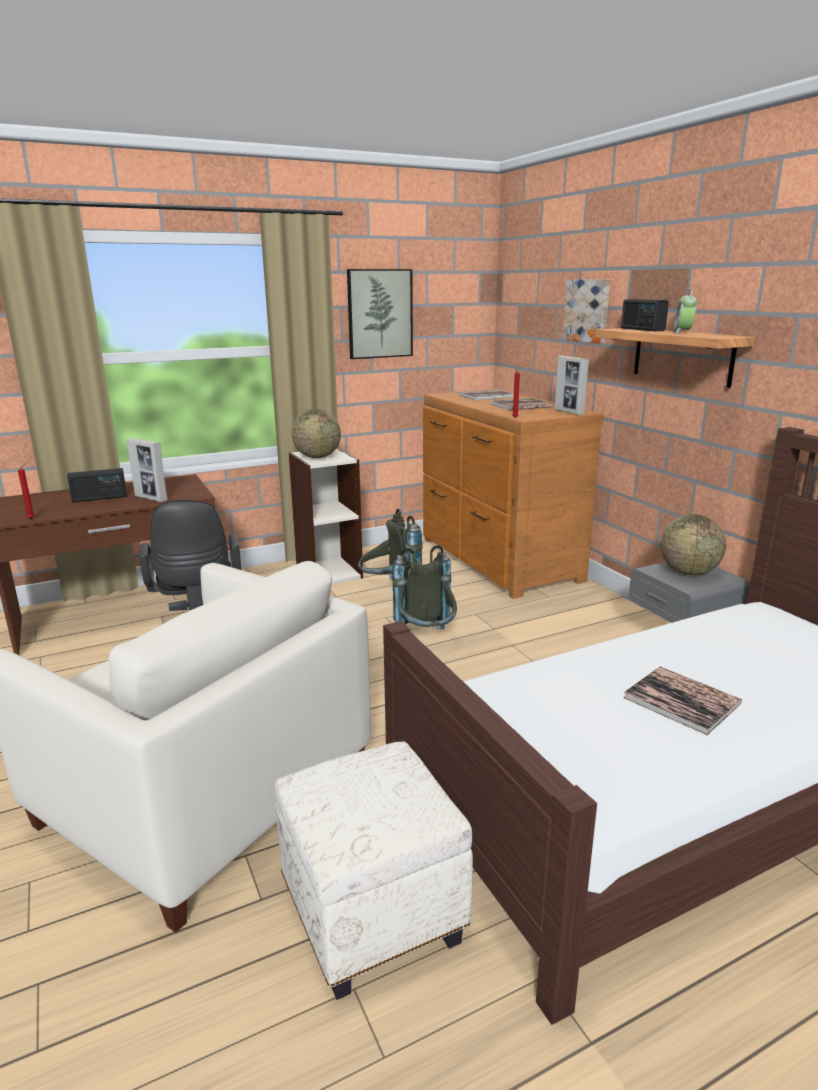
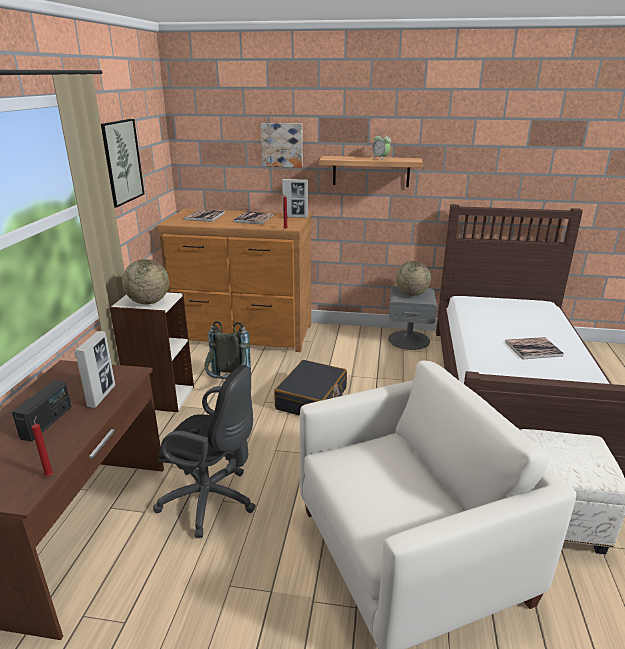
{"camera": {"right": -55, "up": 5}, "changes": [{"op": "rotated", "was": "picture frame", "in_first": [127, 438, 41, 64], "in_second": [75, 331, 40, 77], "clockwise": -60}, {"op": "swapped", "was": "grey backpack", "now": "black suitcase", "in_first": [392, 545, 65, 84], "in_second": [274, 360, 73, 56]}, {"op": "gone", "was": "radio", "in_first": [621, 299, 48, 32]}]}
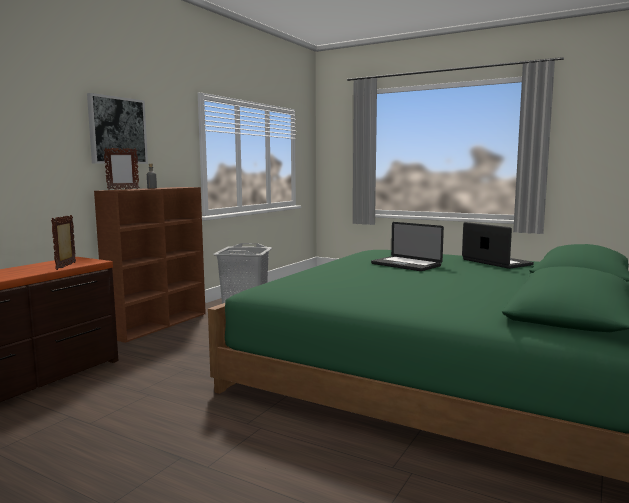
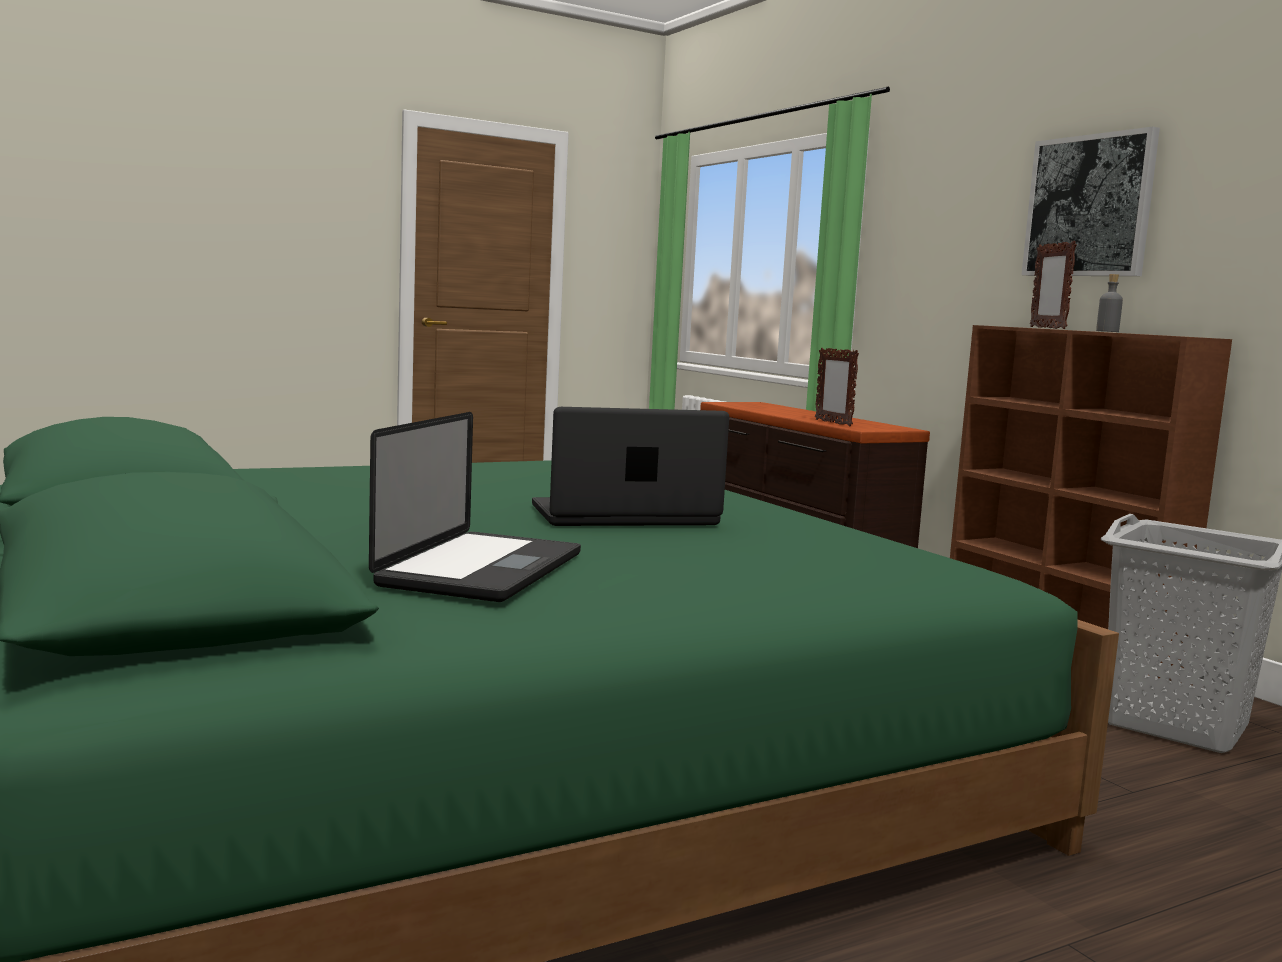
{"camera": {"right": 120, "up": 0}, "changes": [{"op": "rotated", "was": "laptop", "in_first": [462, 222, 72, 47], "in_second": [369, 412, 212, 190], "clockwise": -75}, {"op": "rotated", "was": "picture frame", "in_first": [51, 215, 25, 55], "in_second": [815, 348, 44, 78], "clockwise": -150}]}
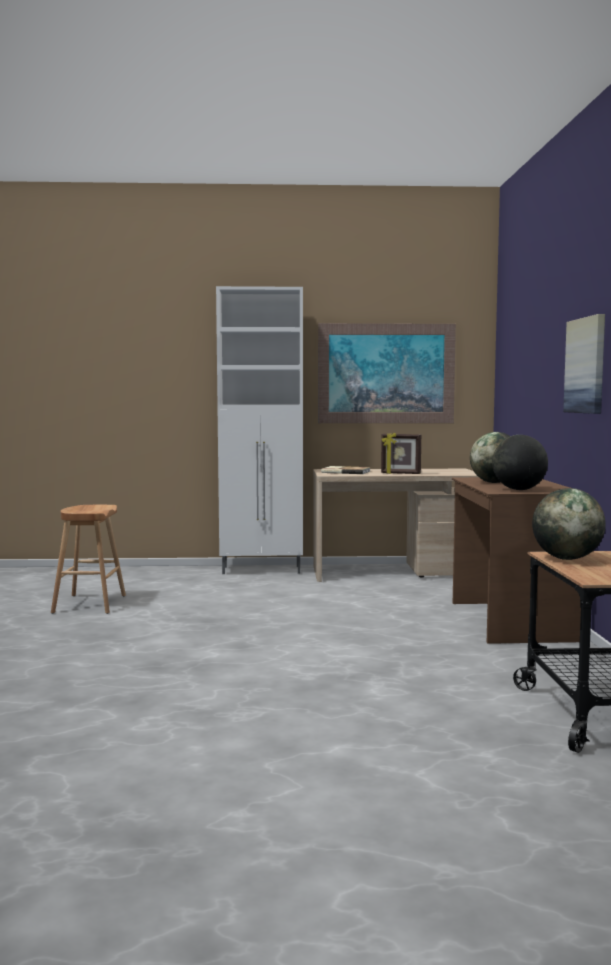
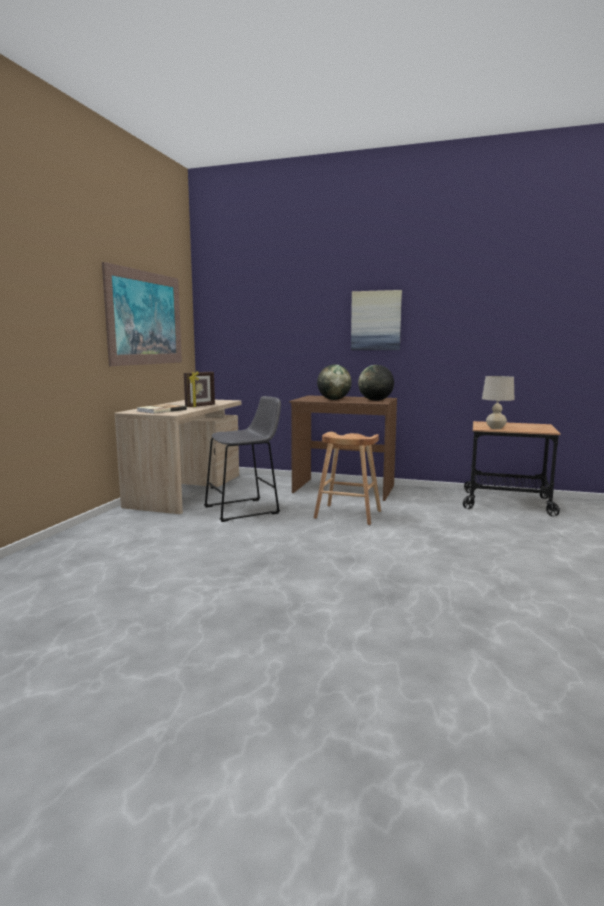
{"camera": {"right": -70, "up": 5}, "changes": [{"op": "new", "now": "grey stool", "in_second": [204, 396, 77, 126]}, {"op": "shifted", "was": "brown stool", "in_first": [51, 505, 75, 109], "in_second": [314, 432, 67, 93]}, {"op": "swapped", "was": "globe", "now": "beige table lamp", "in_first": [532, 488, 74, 72], "in_second": [482, 376, 32, 53]}, {"op": "gone", "was": "white cabinet", "in_first": [216, 286, 87, 288]}]}
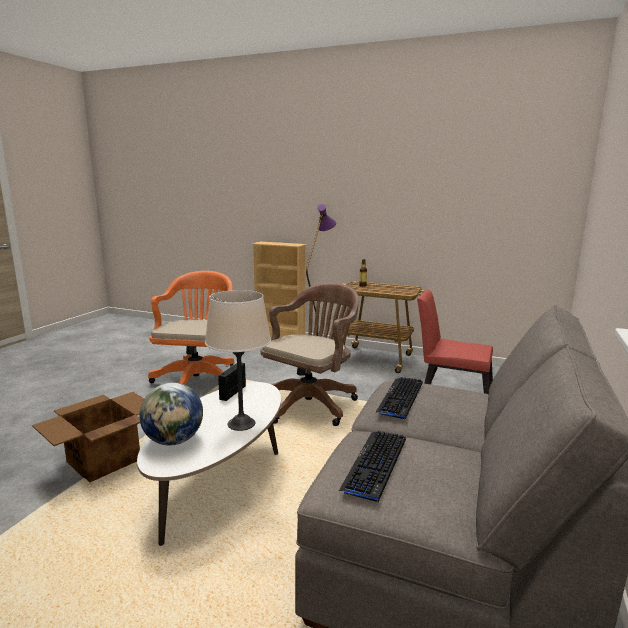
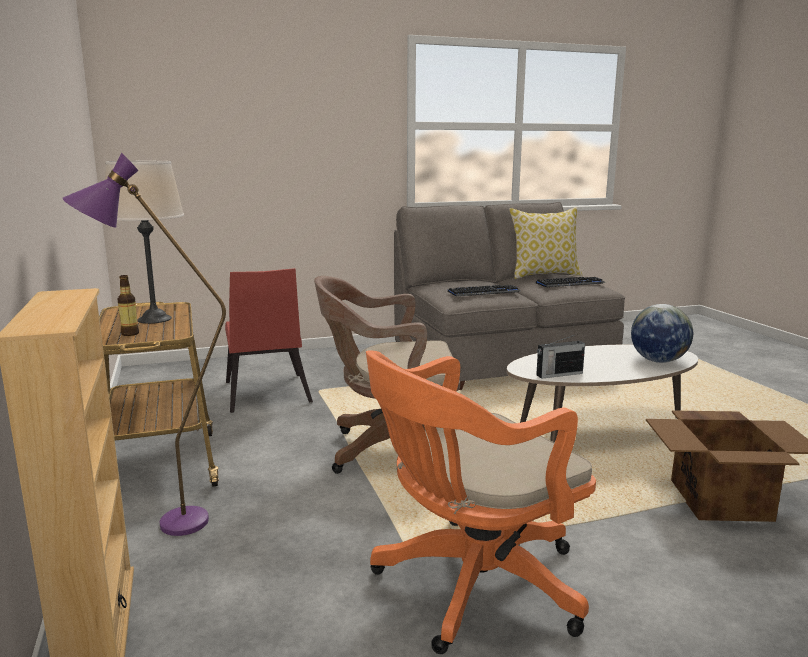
{"camera": {"right": -130, "up": 0}, "changes": [{"op": "shifted", "was": "beige table lamp", "in_first": [205, 290, 66, 141], "in_second": [105, 161, 79, 163]}, {"op": "new", "now": "pillow", "in_second": [509, 207, 74, 72]}]}
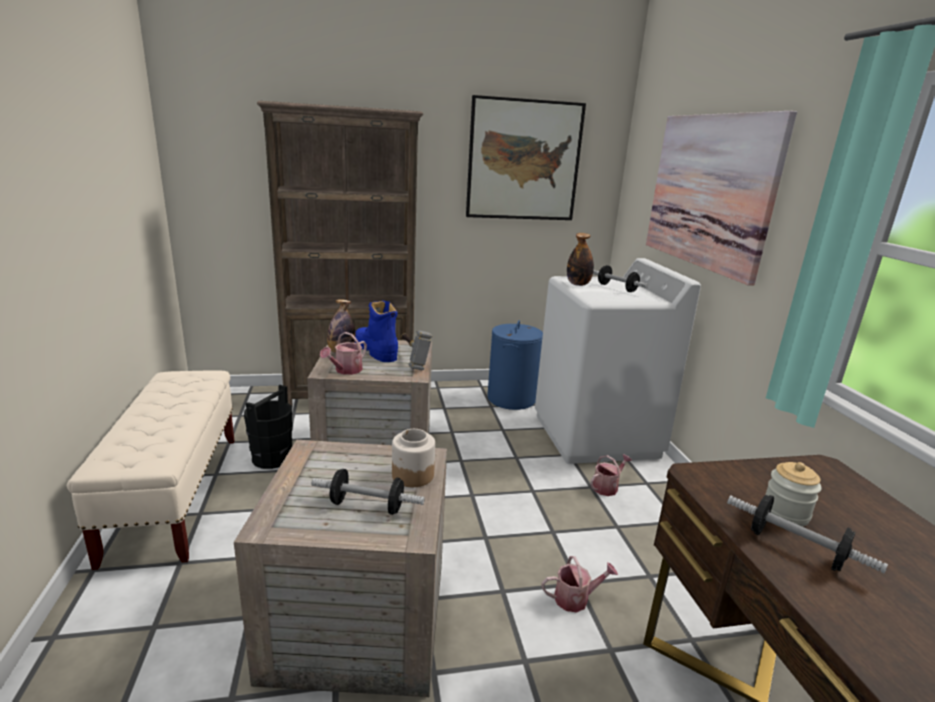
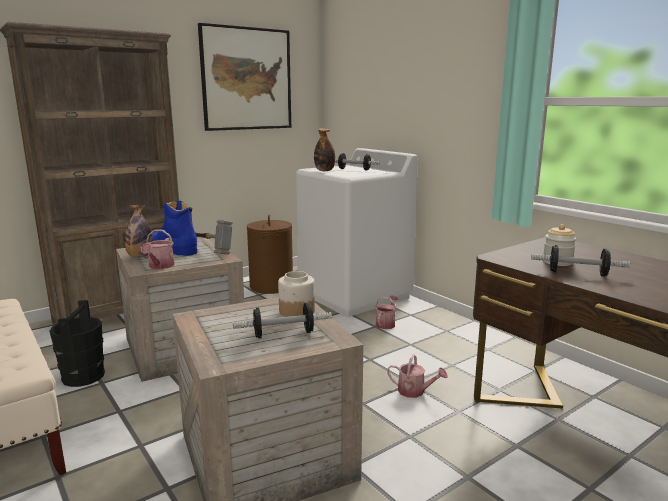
{"camera": {"right": -25, "up": -5}, "changes": [{"op": "repainted", "was": "blue laundry basket", "now": "brown laundry basket", "in_first": [487, 320, 56, 90], "in_second": [247, 215, 46, 79]}, {"op": "rotated", "was": "watering can", "in_first": [542, 556, 76, 57], "in_second": [387, 355, 61, 43], "clockwise": 60}, {"op": "gone", "was": "picture", "in_first": [646, 111, 151, 174]}]}
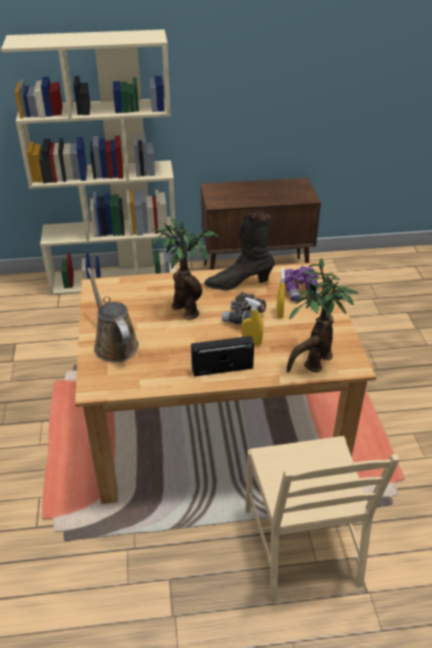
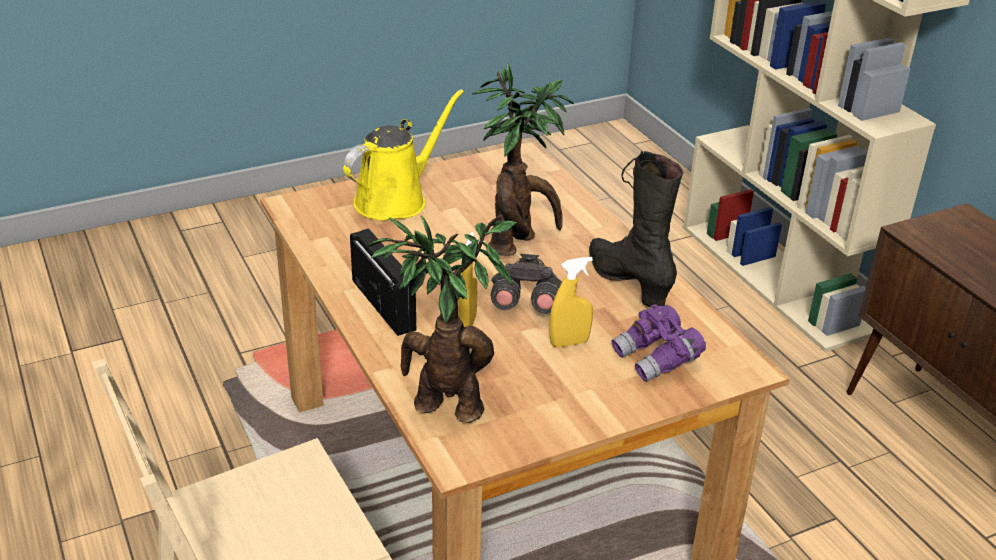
{"camera": {"right": 70, "up": -5}, "changes": [{"op": "repainted", "was": "brown watering can", "now": "yellow watering can", "in_first": [87, 268, 52, 94], "in_second": [343, 89, 121, 132]}]}
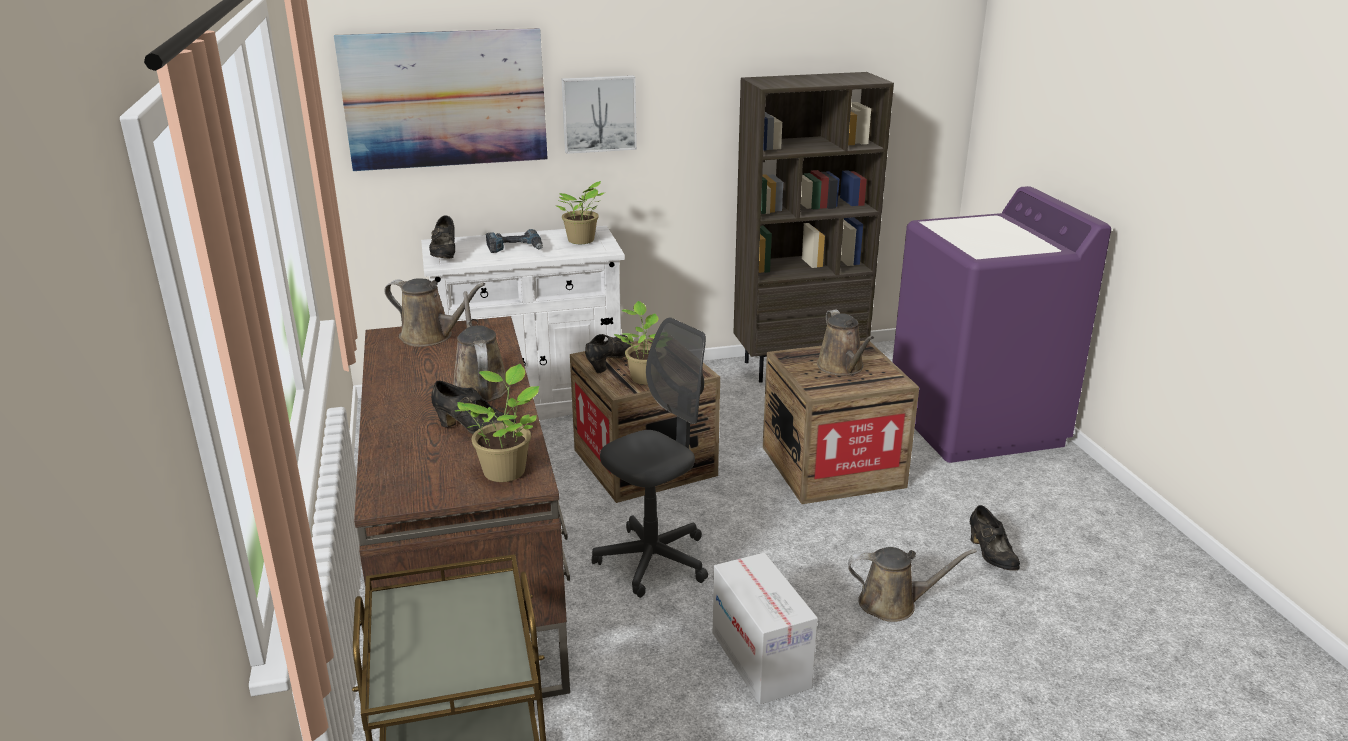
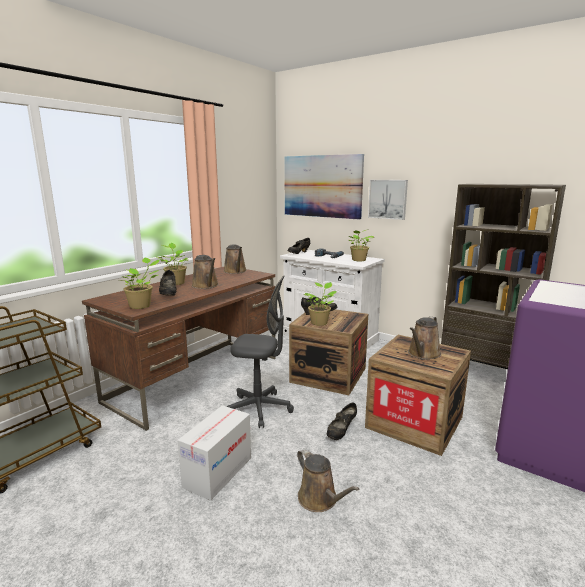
{"camera": {"right": 50, "up": -10}, "changes": [{"op": "new", "now": "potted plant", "in_second": [157, 243, 31, 42]}, {"op": "rotated", "was": "brown watering can", "in_first": [453, 291, 57, 111], "in_second": [192, 255, 27, 34], "clockwise": 120}, {"op": "shifted", "was": "black shoe", "in_first": [970, 505, 50, 66], "in_second": [327, 403, 30, 37]}]}
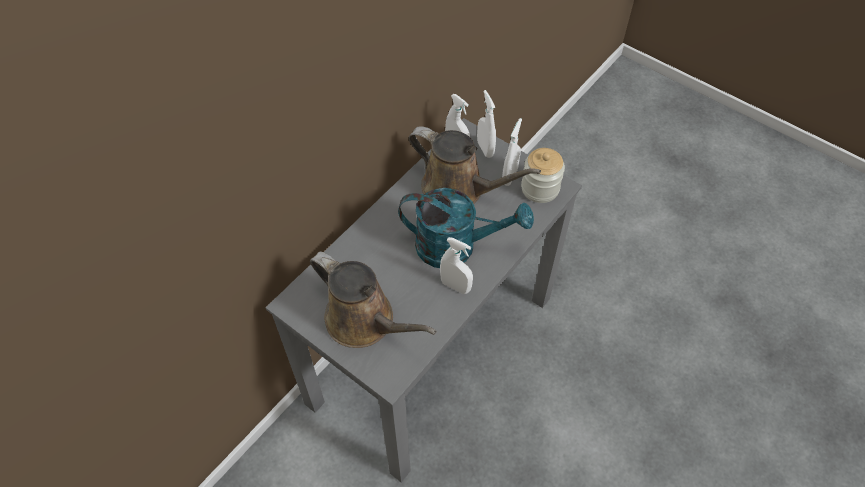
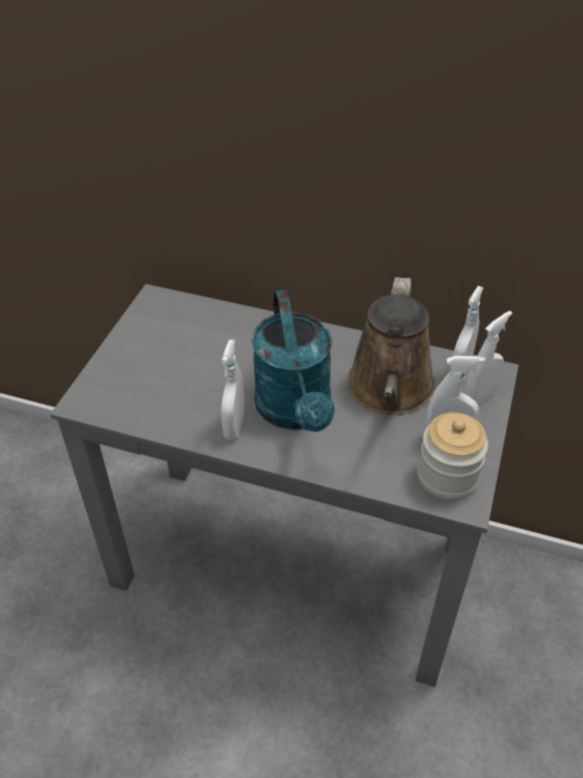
{"camera": {"right": 70, "up": -10}, "changes": [{"op": "gone", "was": "brown watering can", "in_first": [310, 252, 127, 96]}]}
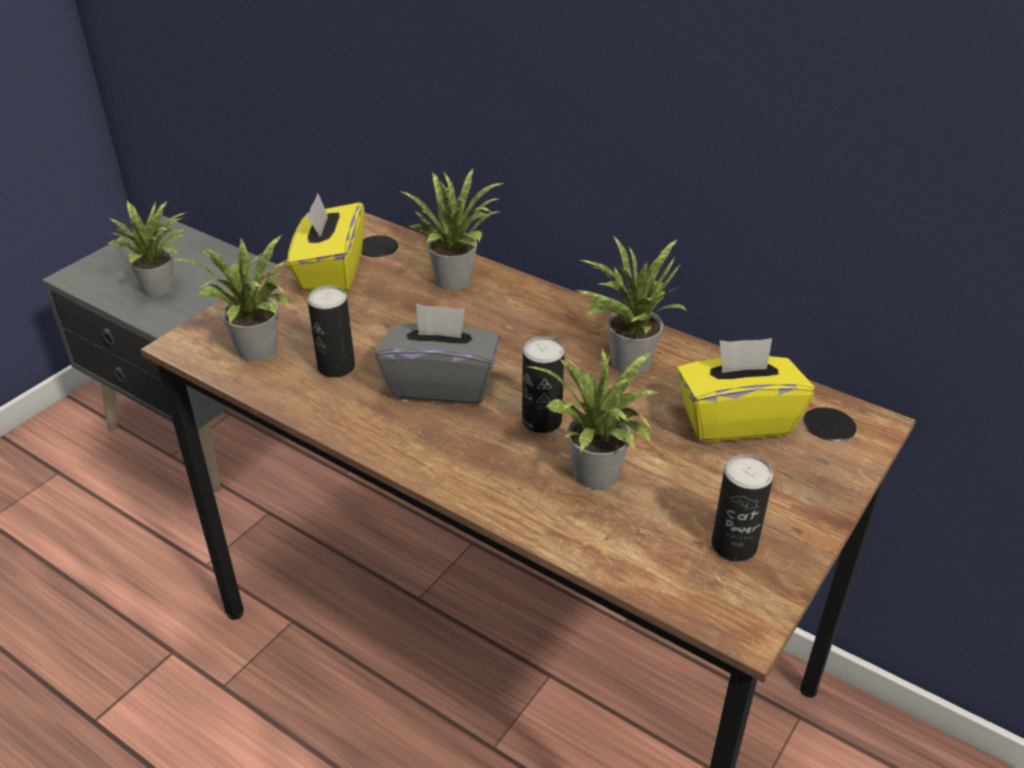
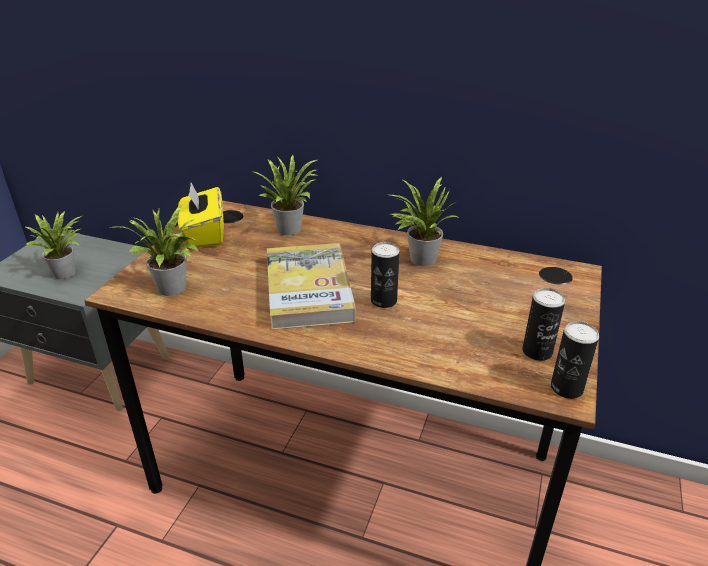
{"camera": {"right": -15, "up": -5}, "changes": [{"op": "swapped", "was": "grey tissue box", "now": "book", "in_first": [375, 303, 125, 101], "in_second": [267, 243, 89, 87]}, {"op": "shifted", "was": "can", "in_first": [307, 285, 48, 92], "in_second": [551, 321, 48, 78]}, {"op": "gone", "was": "potted plant", "in_first": [525, 347, 135, 142]}, {"op": "gone", "was": "yellow tissue box", "in_first": [676, 338, 139, 103]}]}
